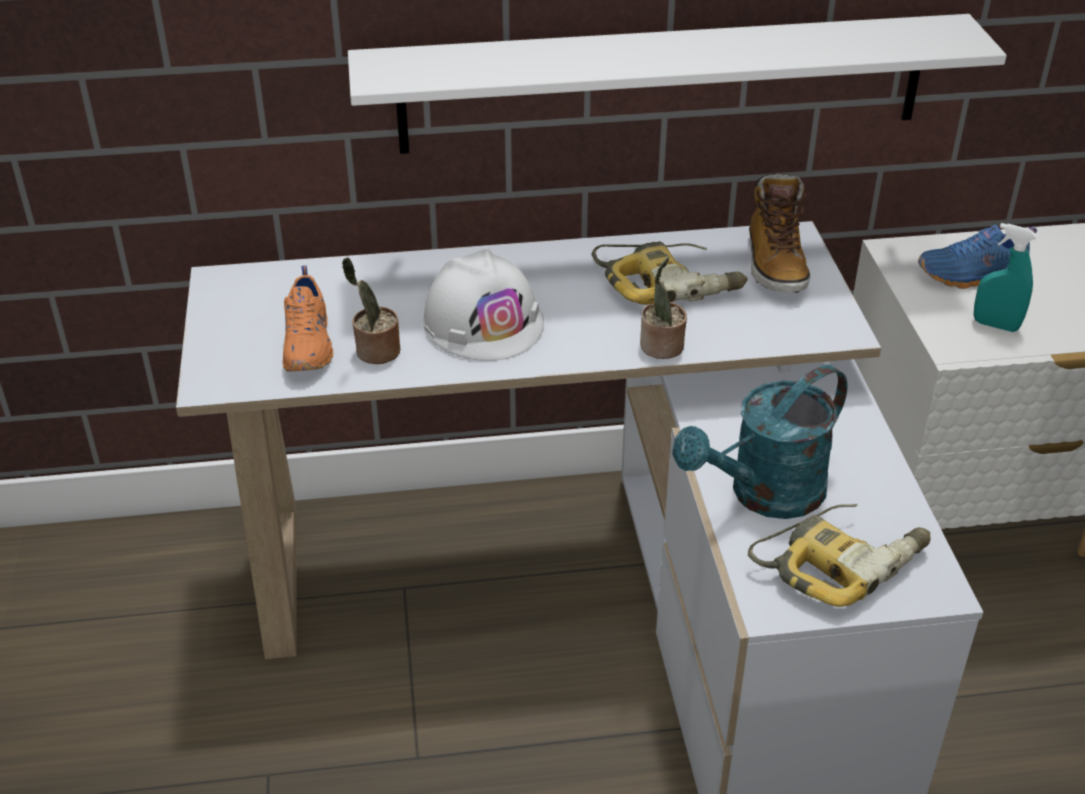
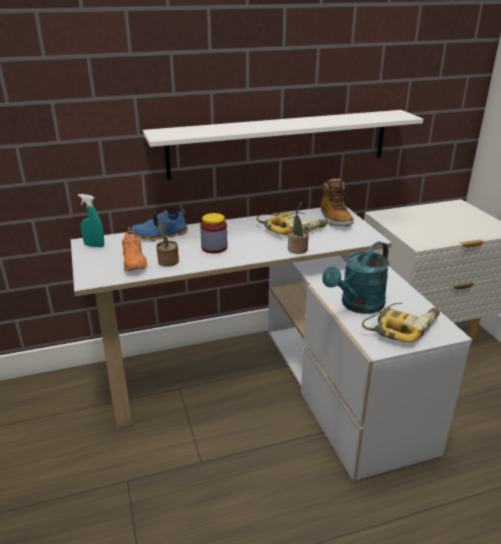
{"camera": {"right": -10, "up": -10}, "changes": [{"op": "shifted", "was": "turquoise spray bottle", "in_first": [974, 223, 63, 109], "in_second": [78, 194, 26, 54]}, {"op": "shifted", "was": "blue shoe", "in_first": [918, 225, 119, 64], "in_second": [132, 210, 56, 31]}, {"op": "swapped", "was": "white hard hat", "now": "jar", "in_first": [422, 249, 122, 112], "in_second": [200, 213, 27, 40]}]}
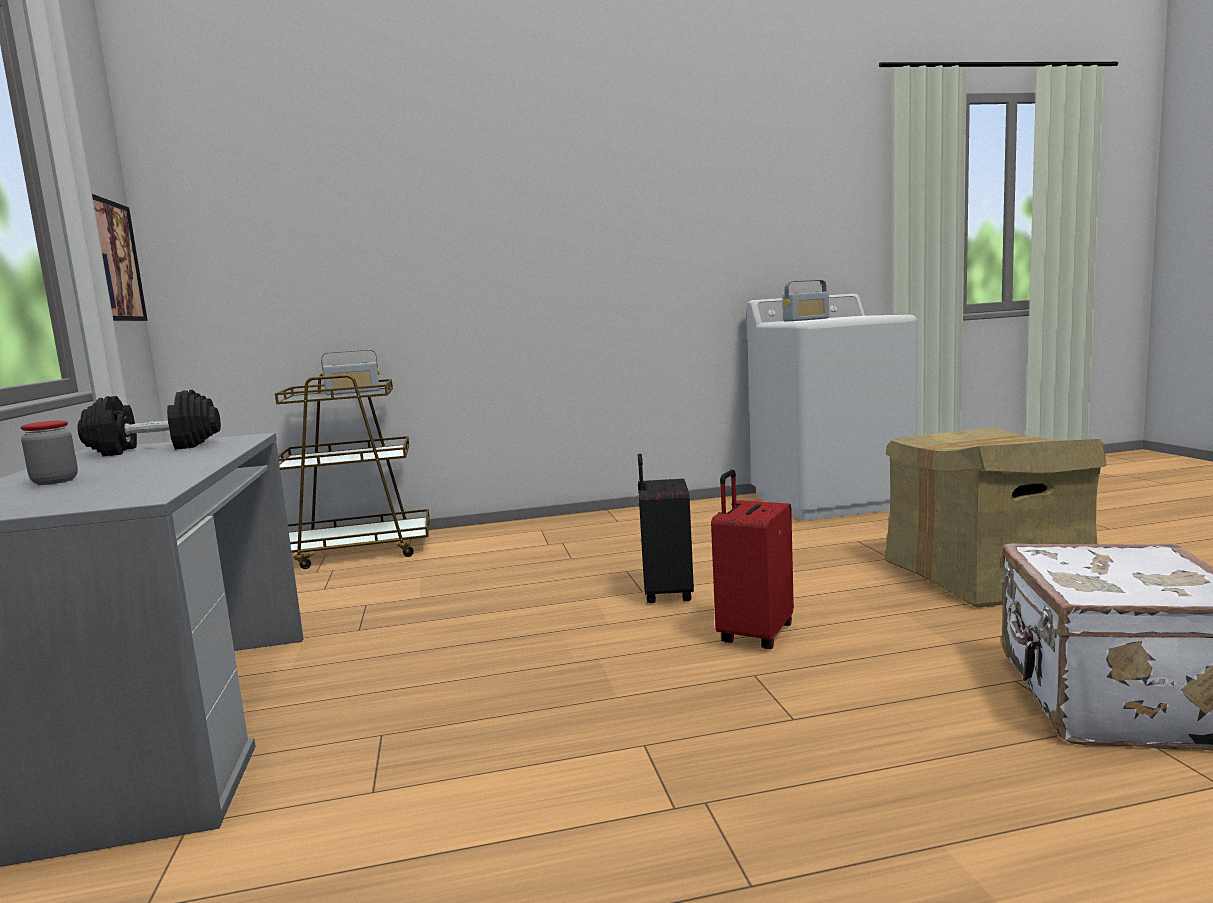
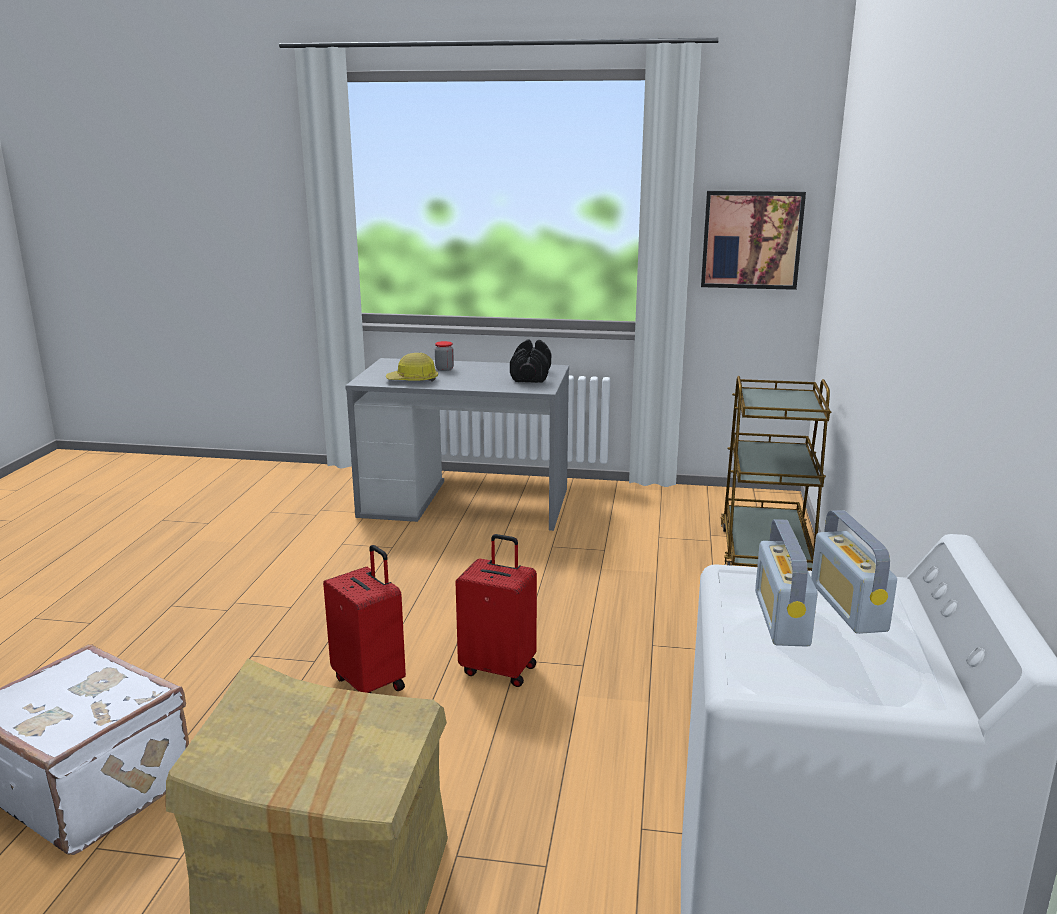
{"camera": {"right": 110, "up": 10}, "changes": [{"op": "new", "now": "hard hat", "in_second": [386, 353, 52, 28]}, {"op": "repainted", "was": "black suitcase", "now": "red suitcase", "in_first": [638, 454, 56, 149], "in_second": [456, 534, 81, 153]}, {"op": "shifted", "was": "radio", "in_first": [321, 350, 59, 45], "in_second": [755, 519, 63, 128]}]}
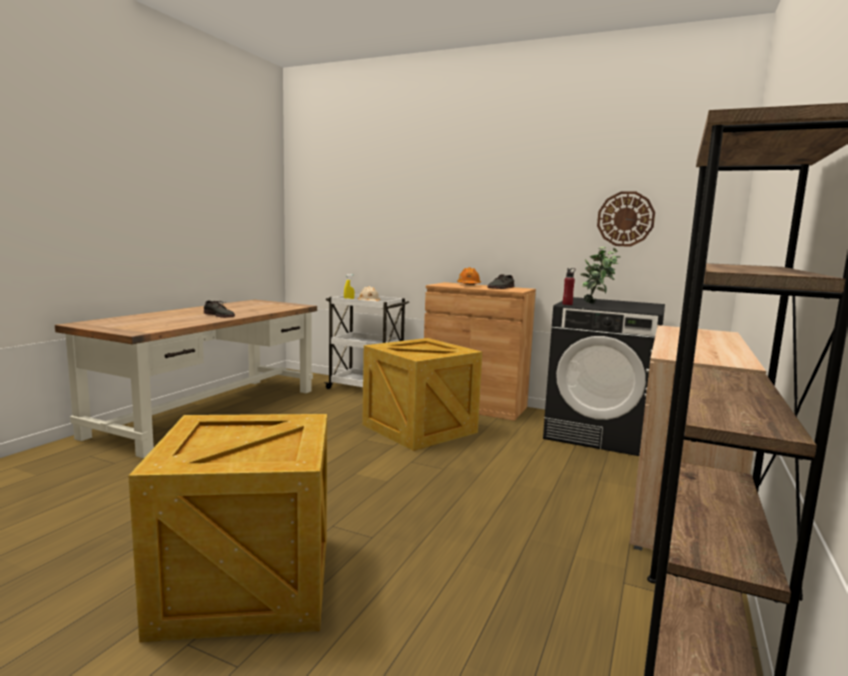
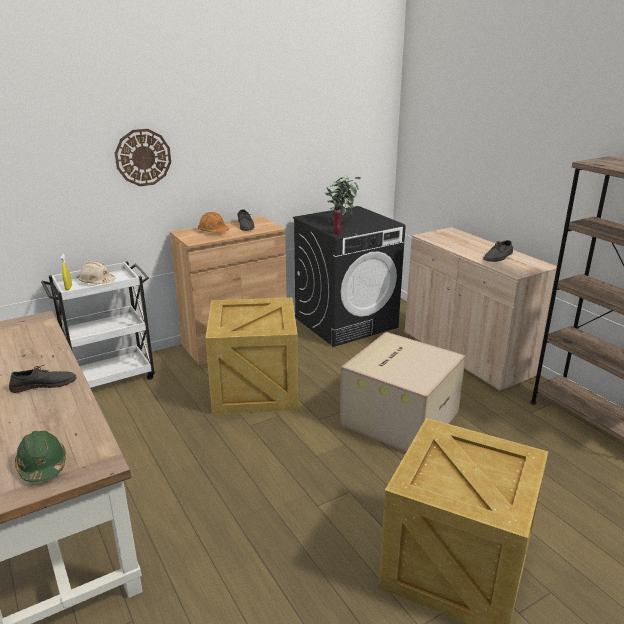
{"camera": {"right": -55, "up": 15}, "changes": [{"op": "new", "now": "green hard hat", "in_second": [15, 430, 51, 52]}, {"op": "shifted", "was": "wall clock", "in_first": [597, 191, 58, 56], "in_second": [115, 129, 56, 57]}, {"op": "new", "now": "cardboard box", "in_second": [340, 332, 126, 120]}, {"op": "new", "now": "grey shoe", "in_second": [483, 240, 30, 22]}]}
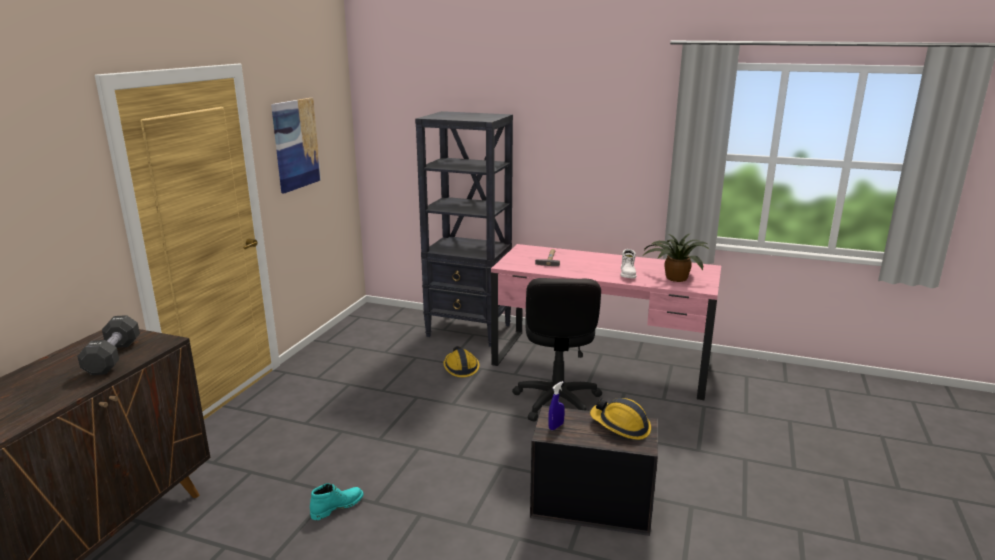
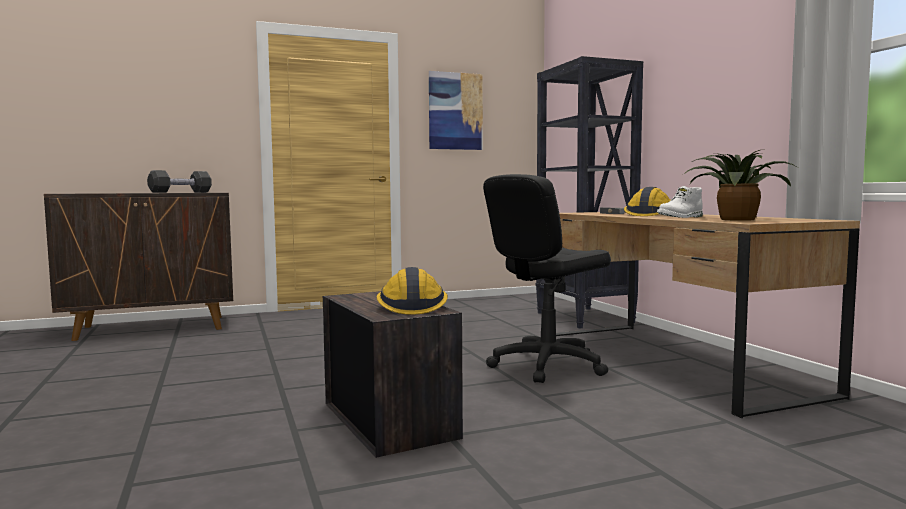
{"camera": {"right": 50, "up": -15}, "changes": [{"op": "repainted", "was": "pink desk", "now": "brown desk", "in_first": [491, 244, 230, 157], "in_second": [553, 212, 307, 206]}, {"op": "shifted", "was": "hard hat", "in_first": [443, 346, 36, 31], "in_second": [624, 187, 47, 29]}, {"op": "gone", "was": "turquoise boot", "in_first": [310, 483, 54, 37]}, {"op": "gone", "was": "blue spray bottle", "in_first": [548, 381, 17, 49]}]}
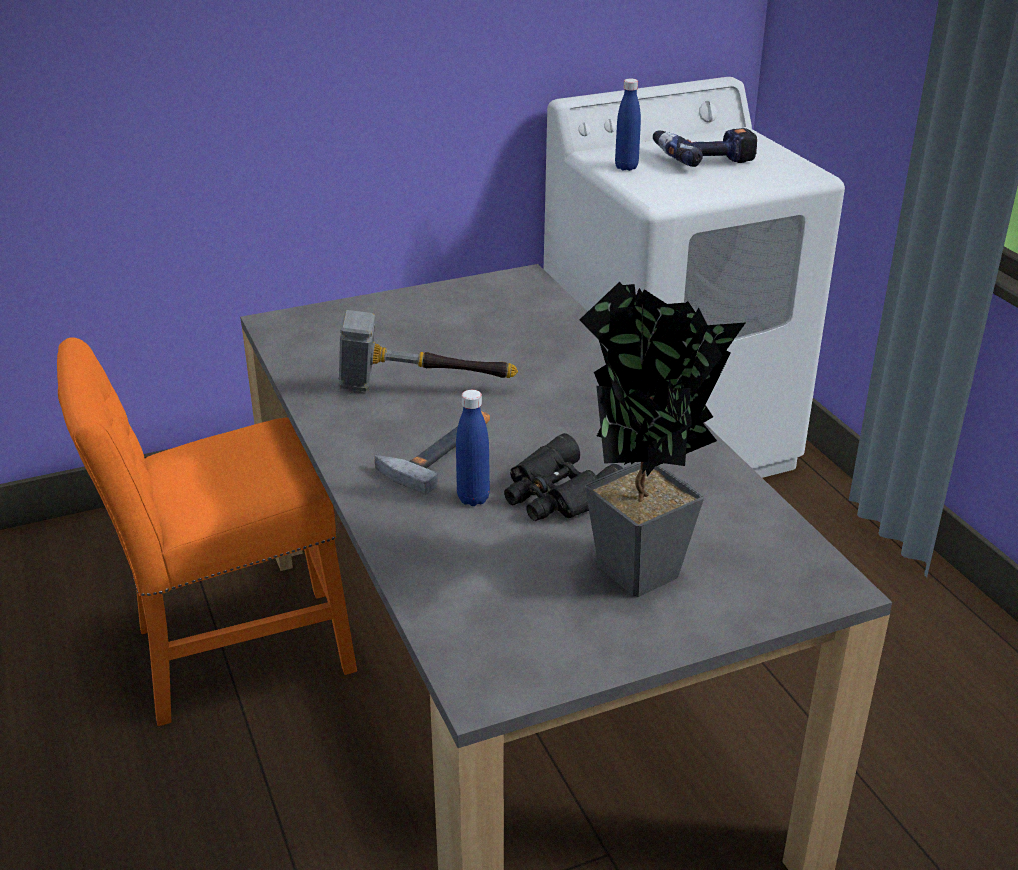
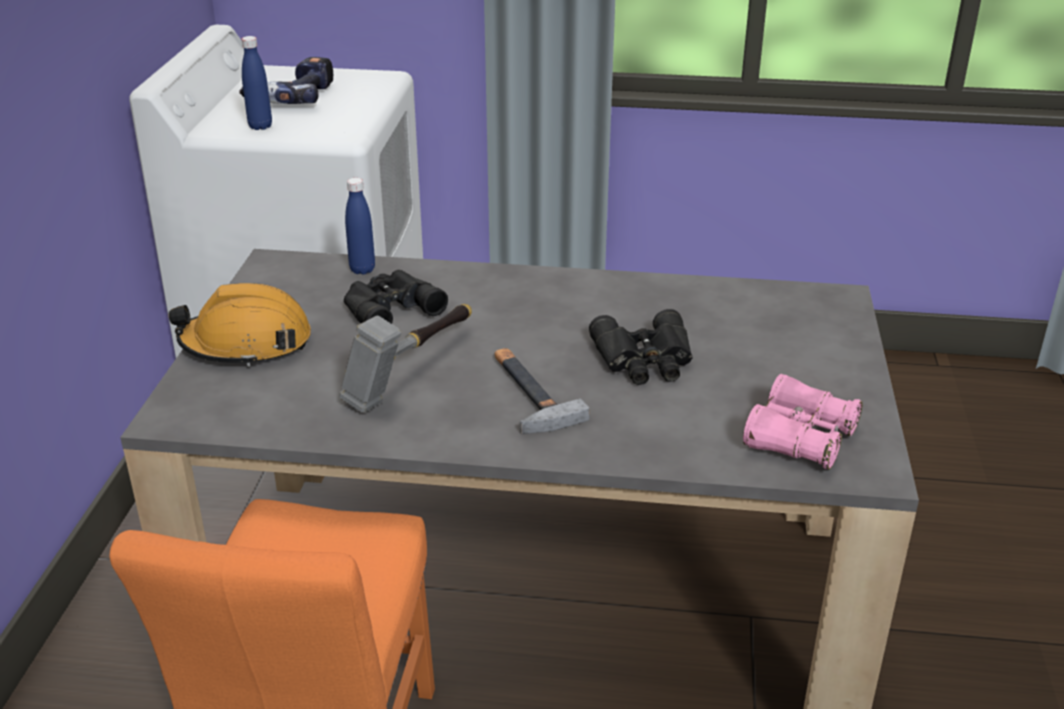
{"camera": {"right": -60, "up": 0}, "changes": [{"op": "new", "now": "orange hard hat", "in_second": [169, 283, 142, 84]}, {"op": "new", "now": "black binoculars", "in_second": [344, 270, 104, 54]}, {"op": "shifted", "was": "blue bottle", "in_first": [456, 390, 34, 116], "in_second": [345, 178, 30, 97]}, {"op": "new", "now": "pink binoculars", "in_second": [743, 374, 120, 95]}, {"op": "gone", "was": "potted plant", "in_first": [580, 282, 166, 315]}]}
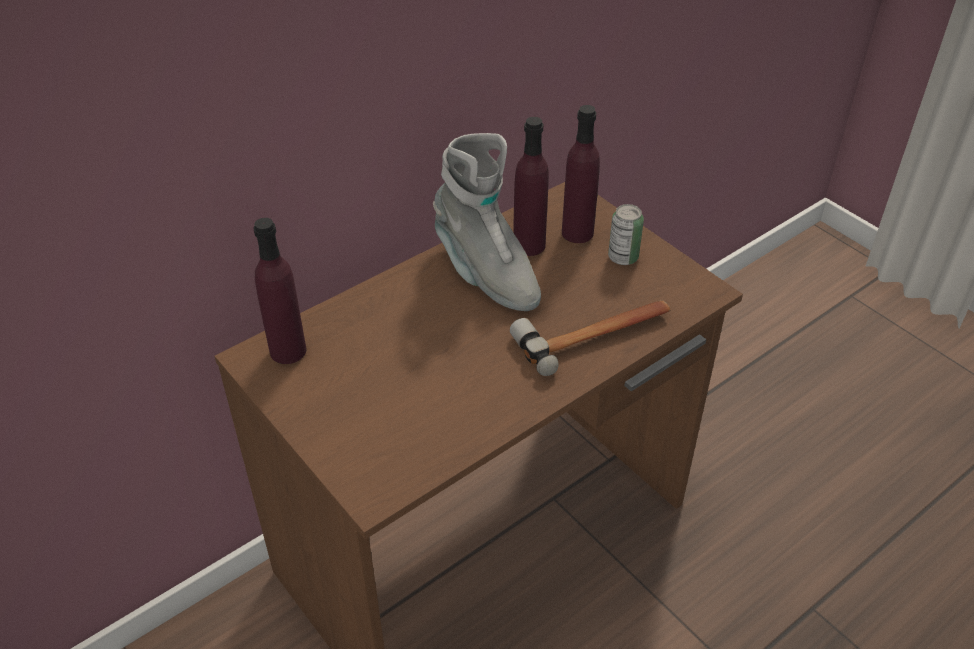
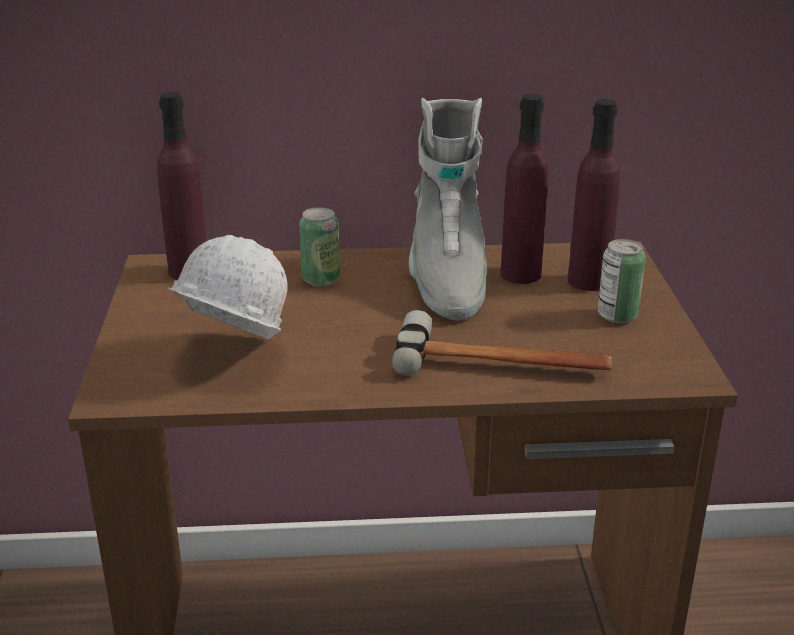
{"camera": {"right": 35, "up": -15}, "changes": [{"op": "new", "now": "white hard hat", "in_second": [169, 235, 119, 104]}, {"op": "new", "now": "can", "in_second": [299, 207, 41, 80]}]}
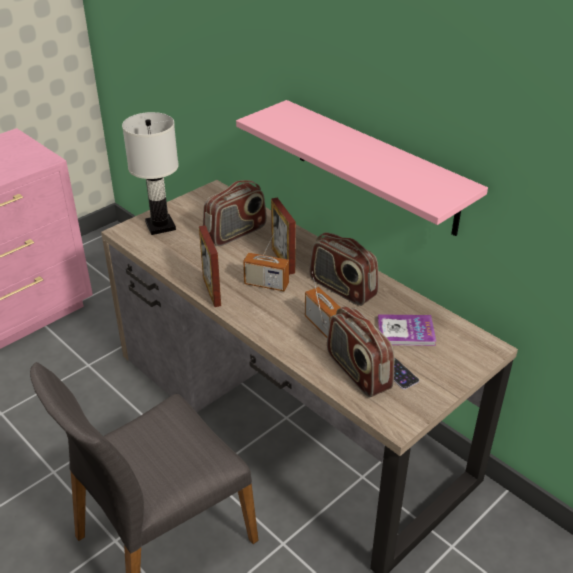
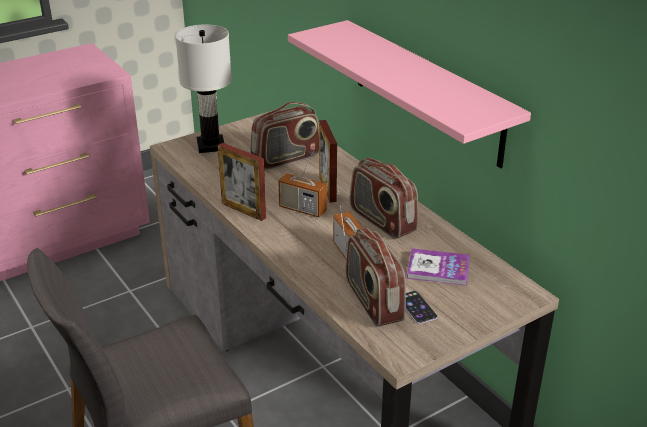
{"camera": {"right": 10, "up": -5}, "changes": [{"op": "rotated", "was": "picture frame", "in_first": [199, 225, 22, 82], "in_second": [218, 143, 48, 78], "clockwise": -45}]}
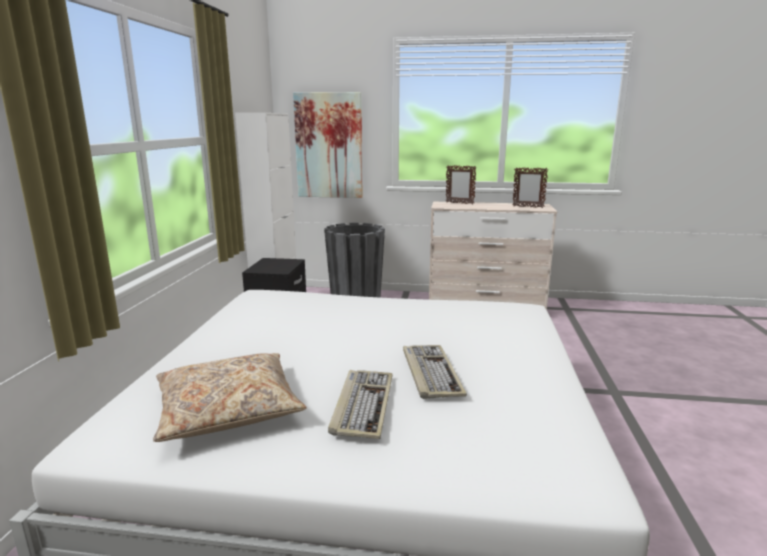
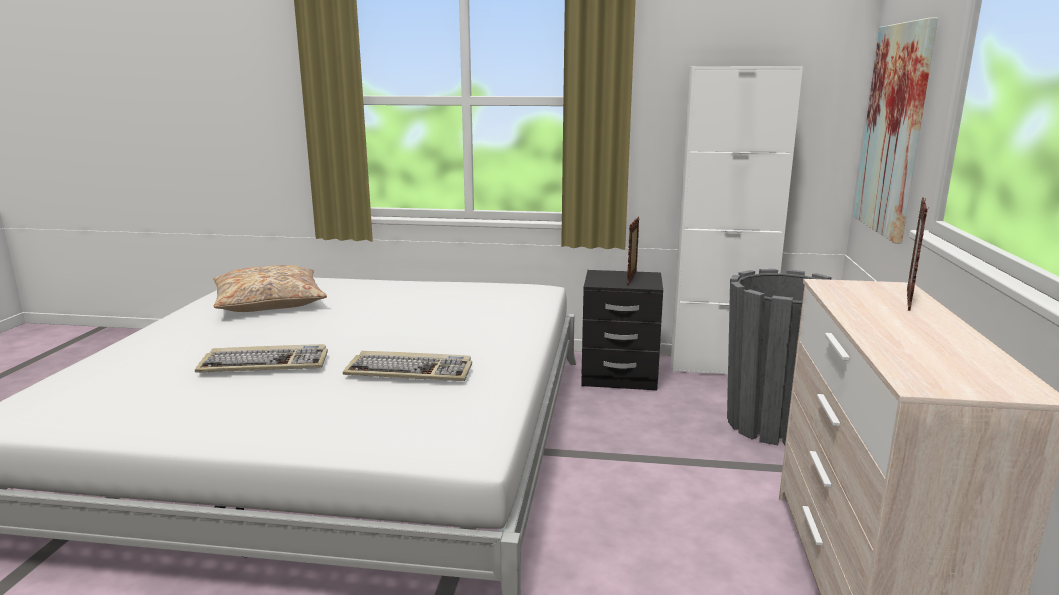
{"camera": {"right": 90, "up": 0}, "changes": [{"op": "shifted", "was": "keyboard", "in_first": [328, 370, 64, 69], "in_second": [343, 351, 129, 30]}, {"op": "shifted", "was": "picture frame", "in_first": [513, 167, 35, 41], "in_second": [627, 217, 12, 68]}]}
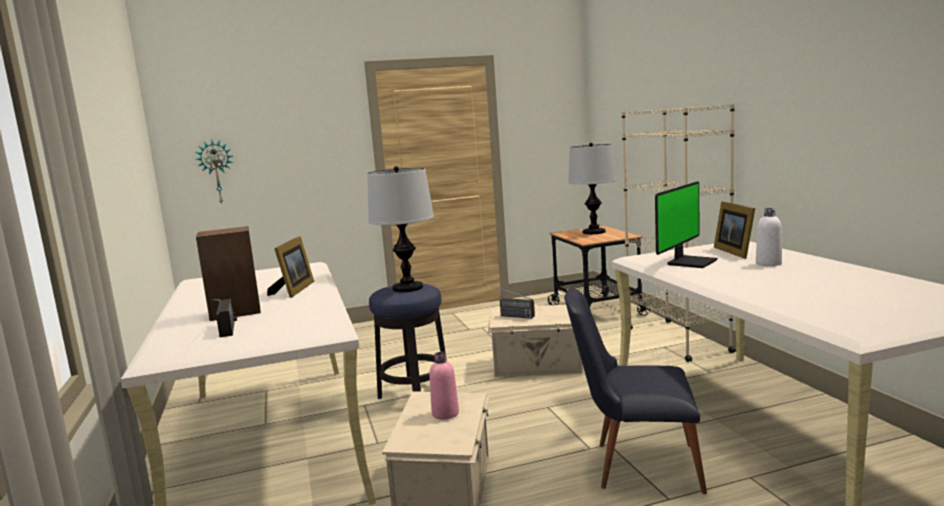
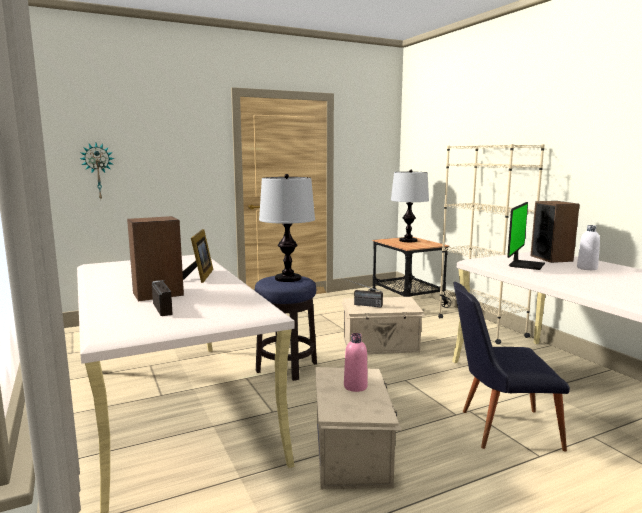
{"camera": {"right": -10, "up": 0}, "changes": [{"op": "swapped", "was": "picture frame", "now": "speaker", "in_first": [714, 201, 41, 58], "in_second": [531, 201, 49, 62]}]}
